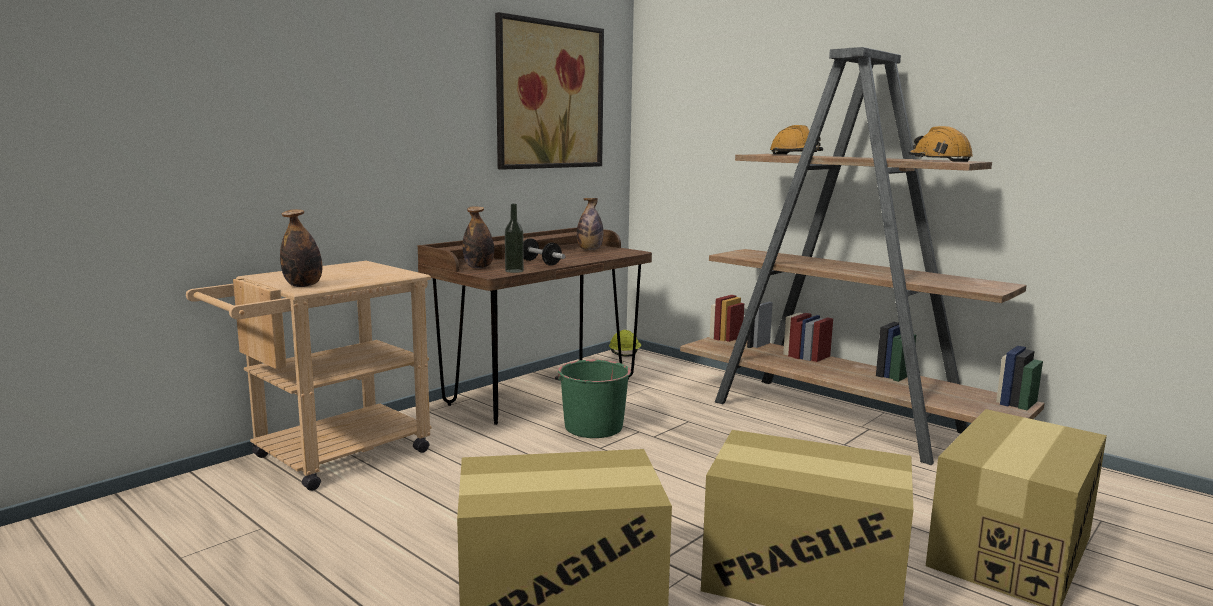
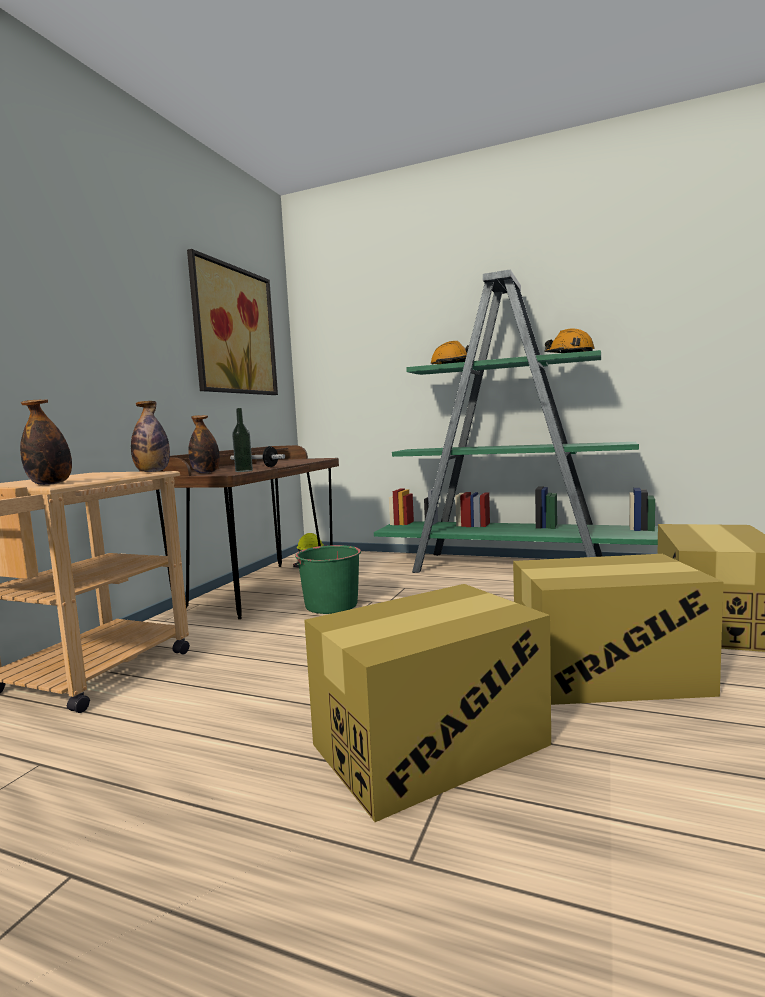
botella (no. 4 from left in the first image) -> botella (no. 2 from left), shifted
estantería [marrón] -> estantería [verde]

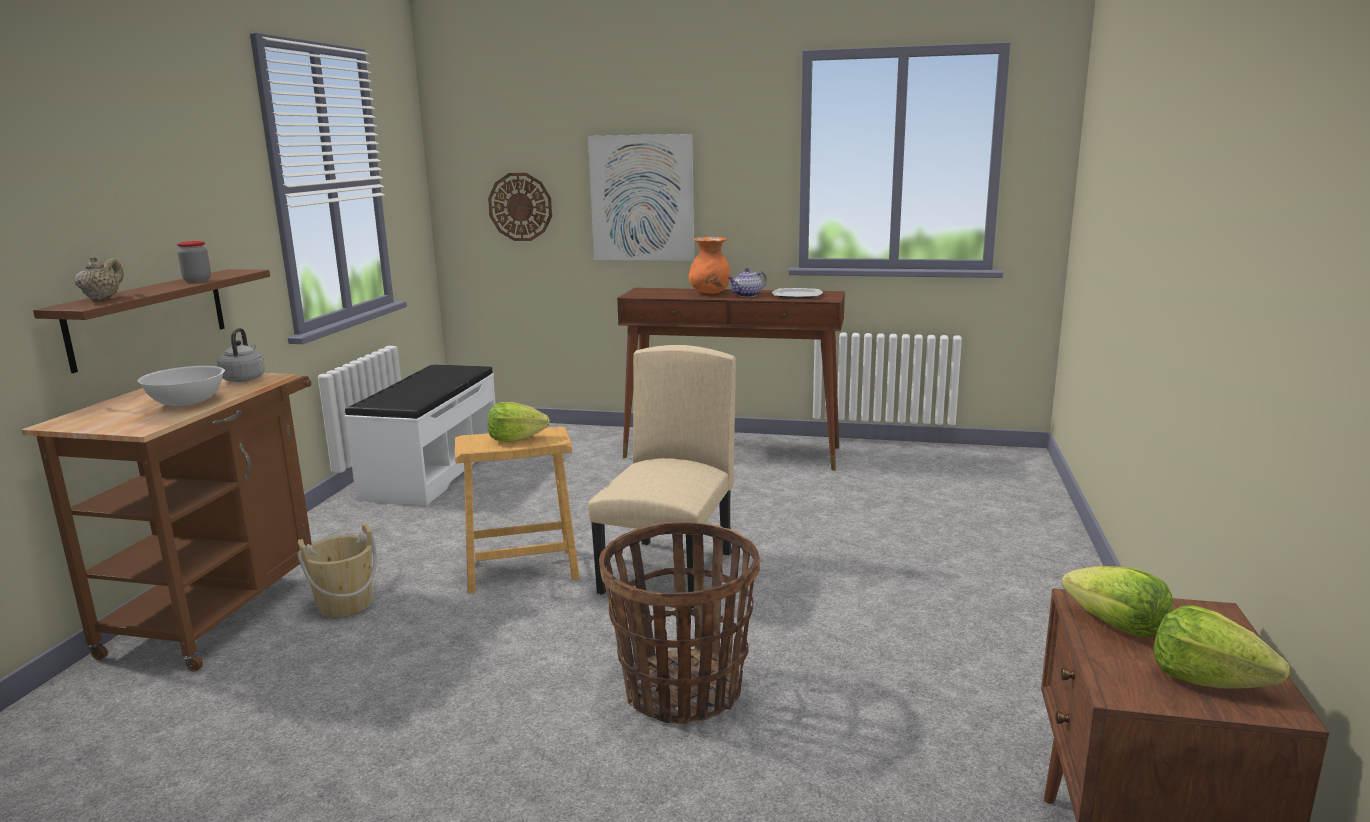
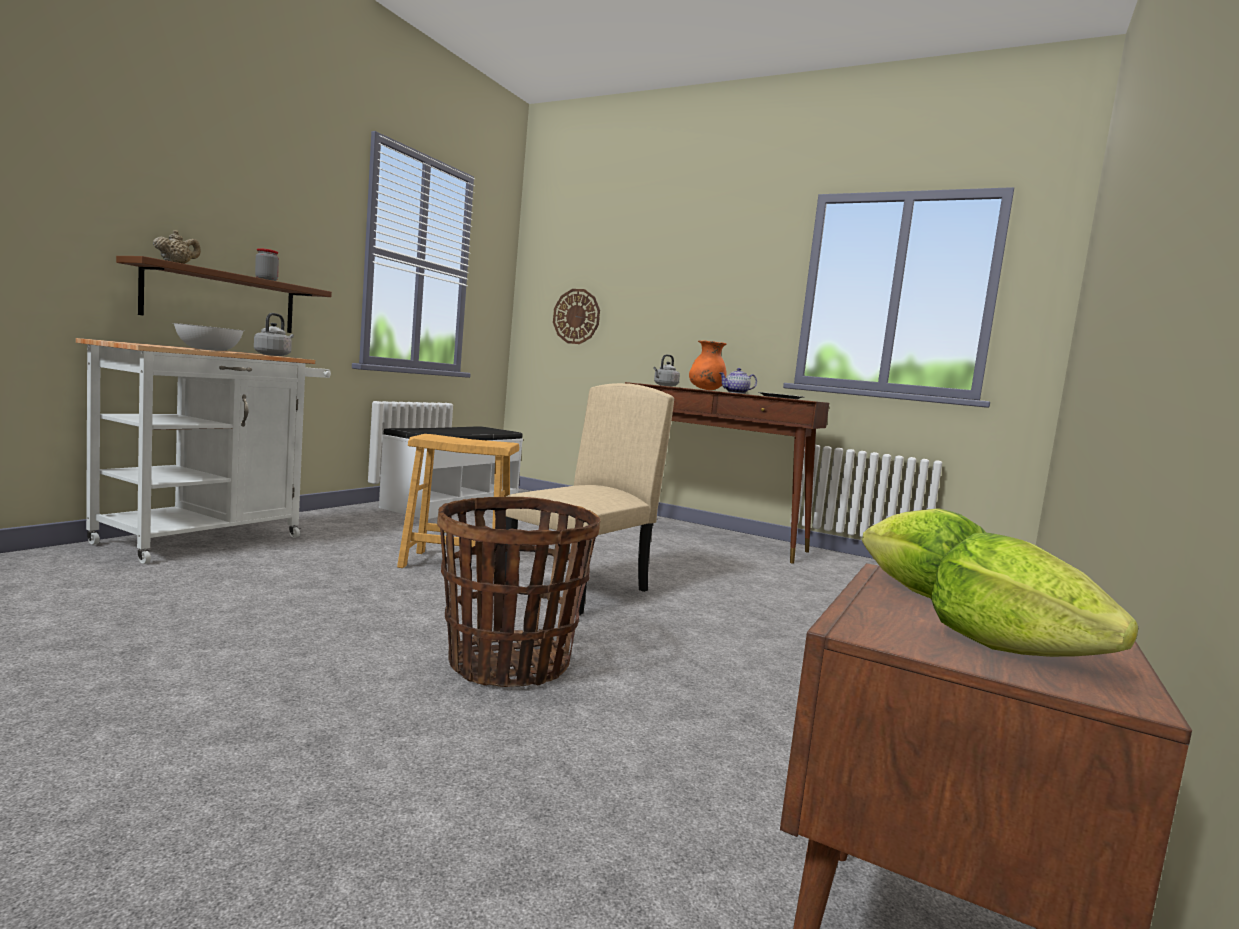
carrito [marrón] -> carrito [blanco]
cubo [beis] -> none
lechuga (no. 1 from left) -> none
cuadro -> none
none -> hervidor [gris] (no. 2 from left)

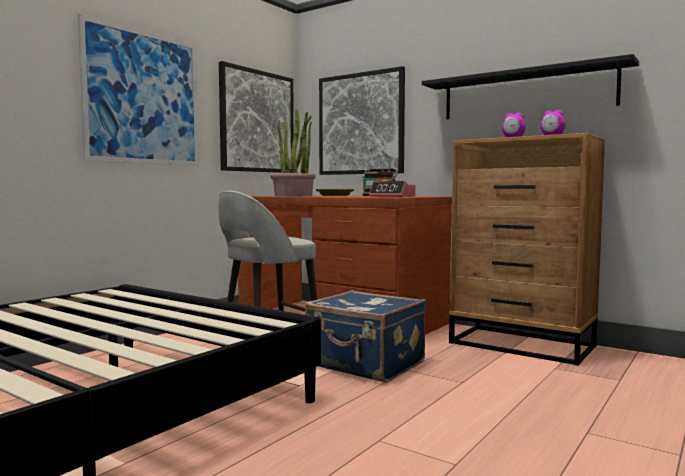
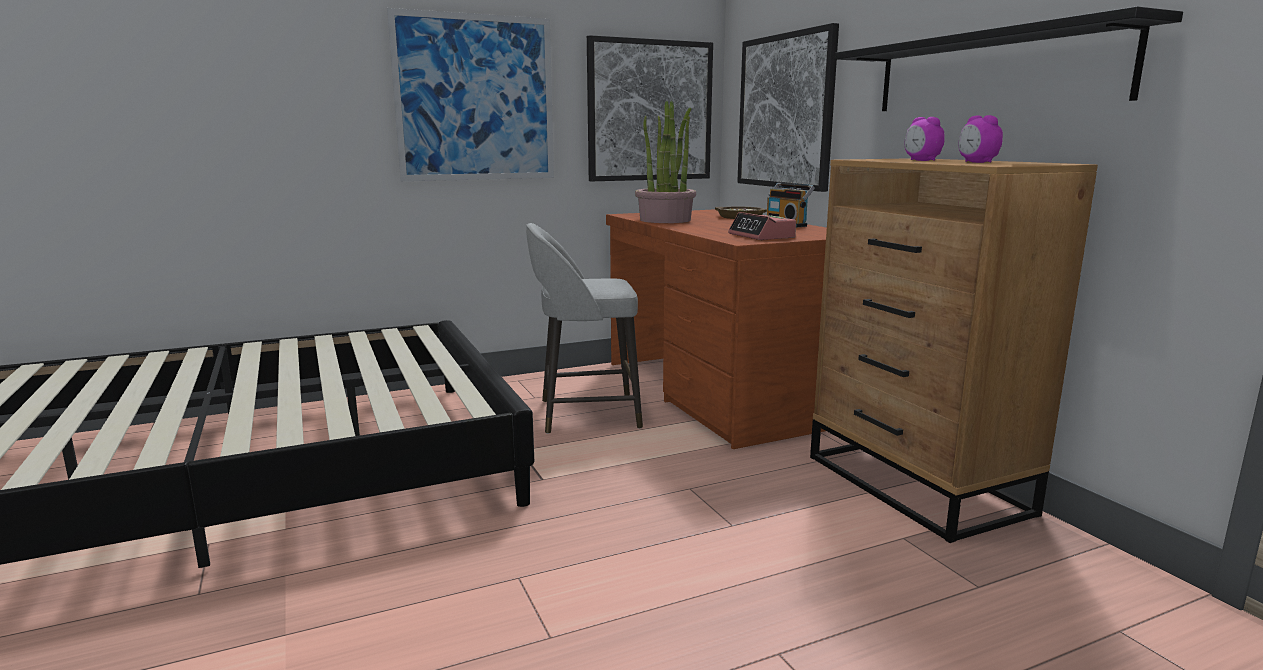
maleta [azul] -> none

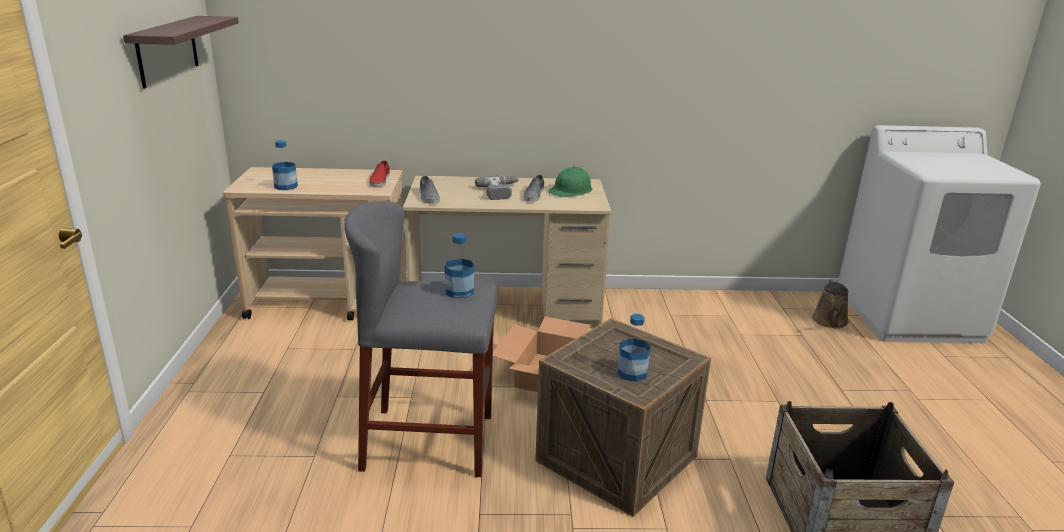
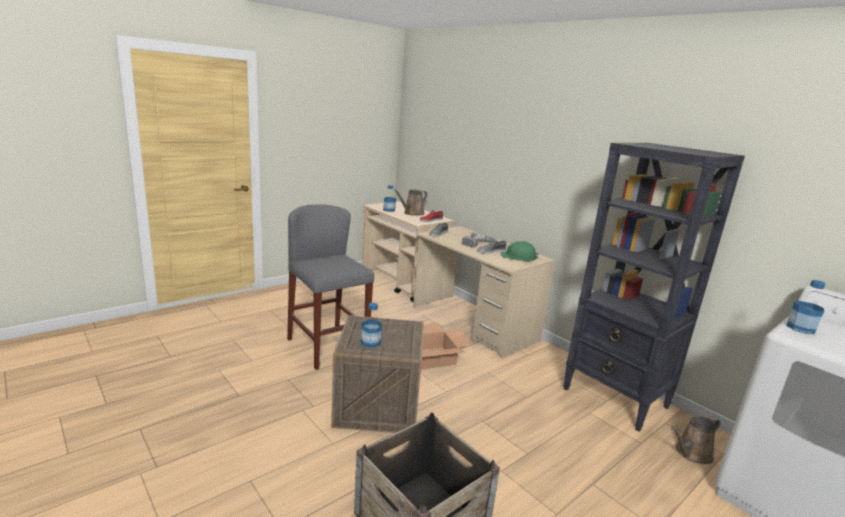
estante -> none
botella (no. 2 from left in the first image) -> botella (no. 3 from left), shifted
none -> regadera [marrón] (no. 1 from left)
none -> estantería [negro]

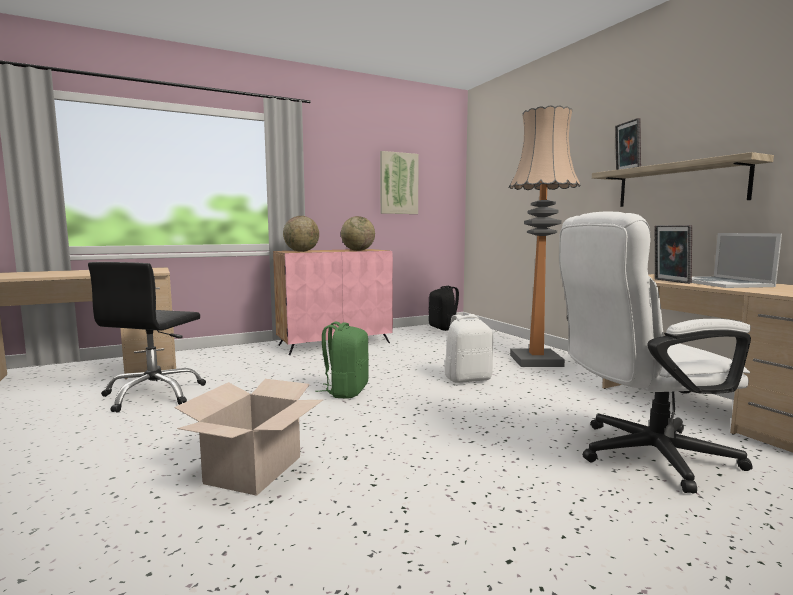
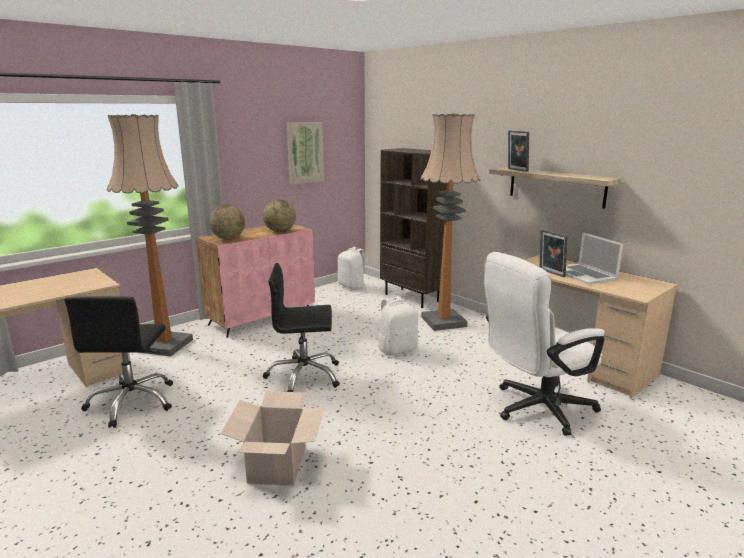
mochila [verde] -> silla de oficina [negro] (no. 2 from left)
mochila [negro] -> mochila [blanco] (no. 1 from left)
none -> lámpara de pie (no. 1 from left)
none -> estantería [marrón]

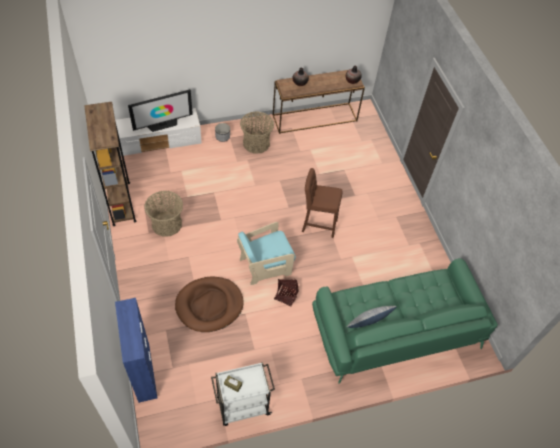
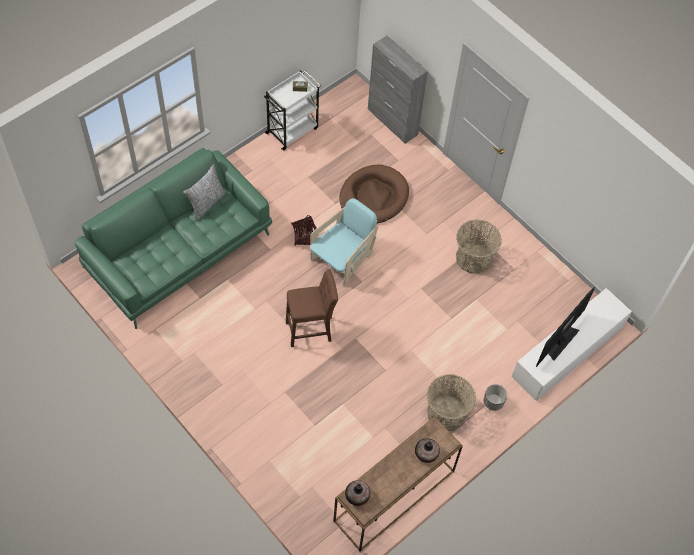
estantería [marrón] -> none
armario [azul] -> armario [gris]

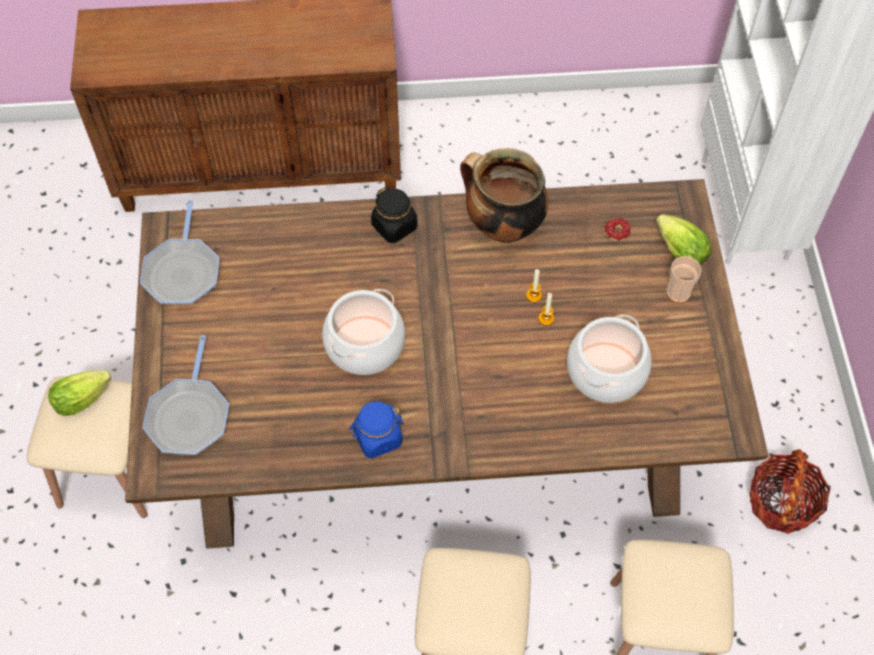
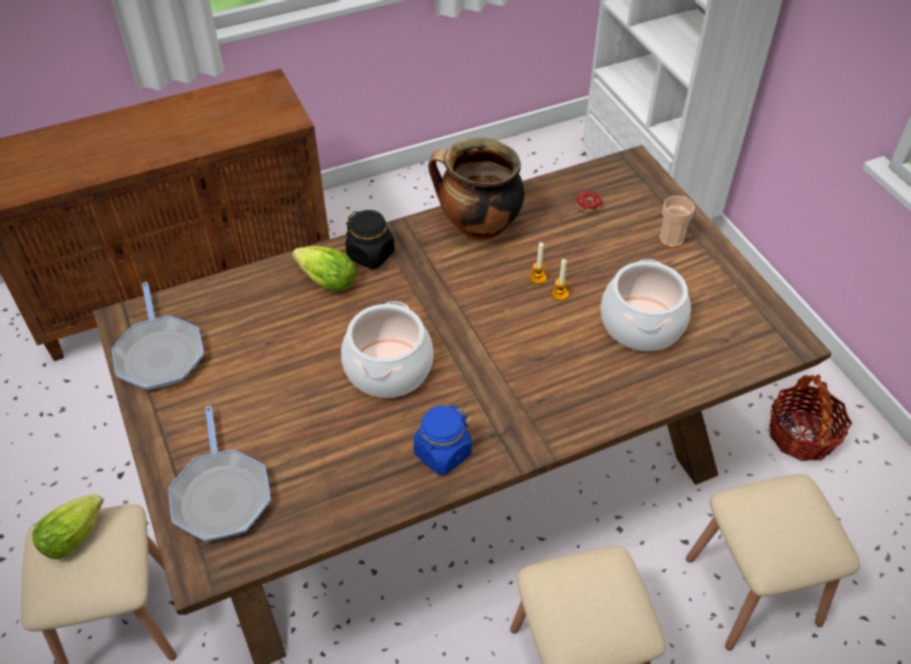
lechuga (no. 2 from left), shifted

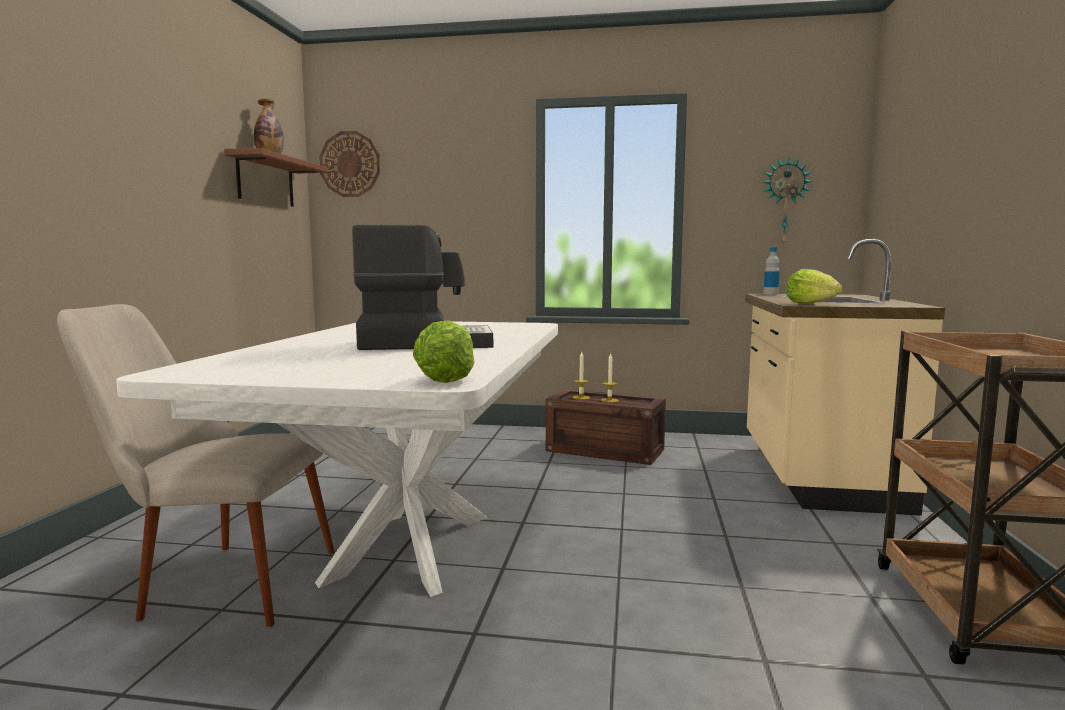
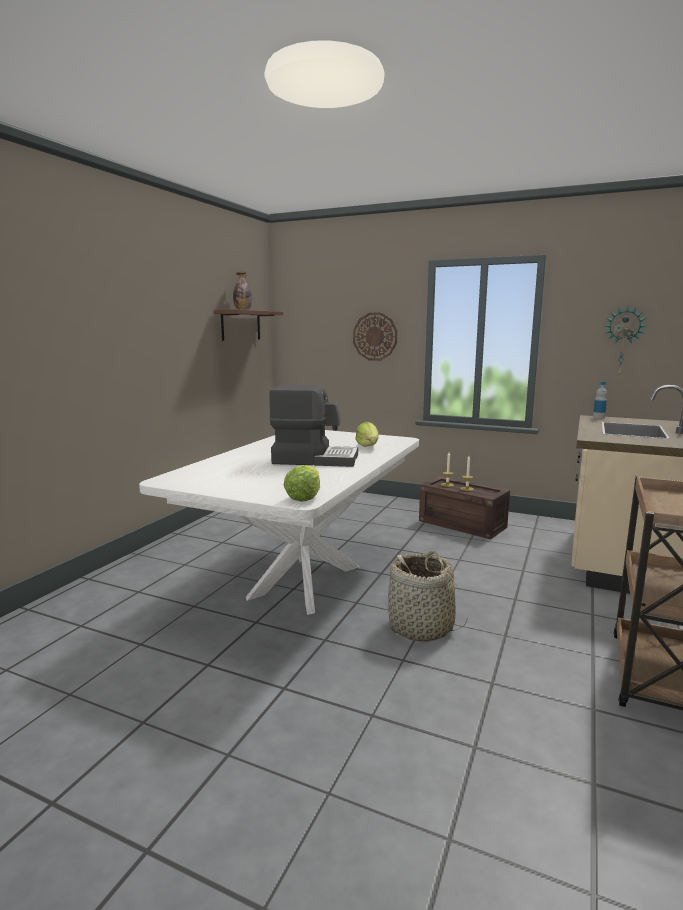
silla [beis] -> none
reloj de pared (no. 1 from left), shifted
lechuga (no. 2 from left), shifted
none -> cesta

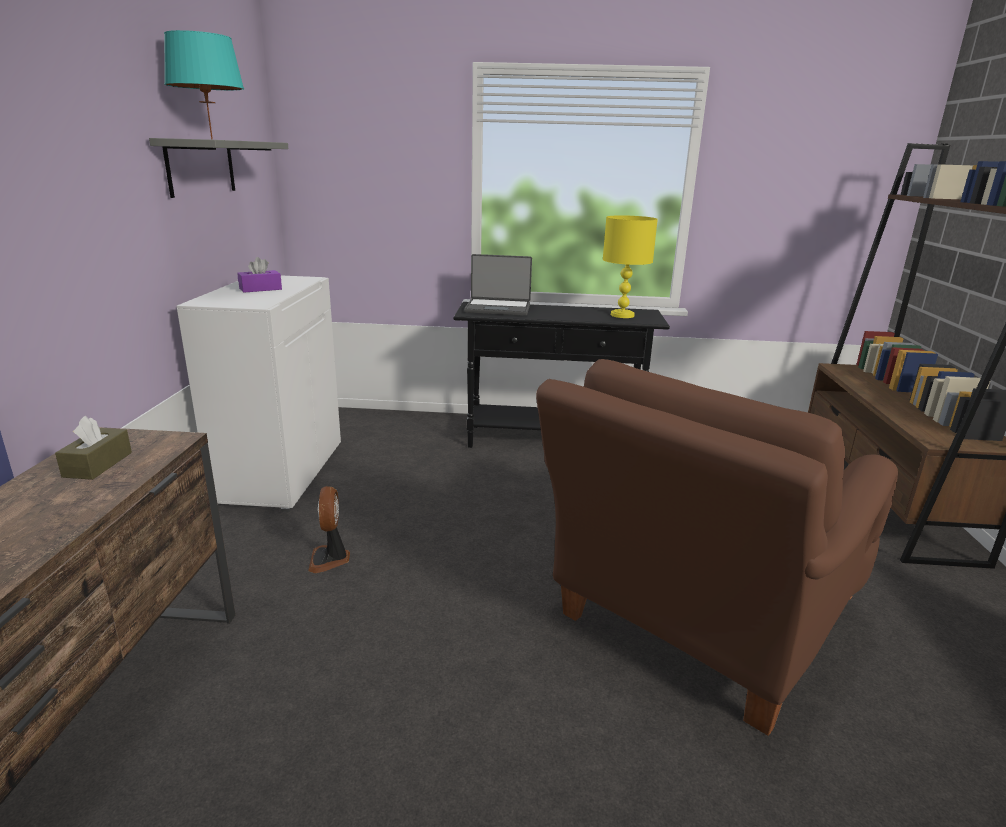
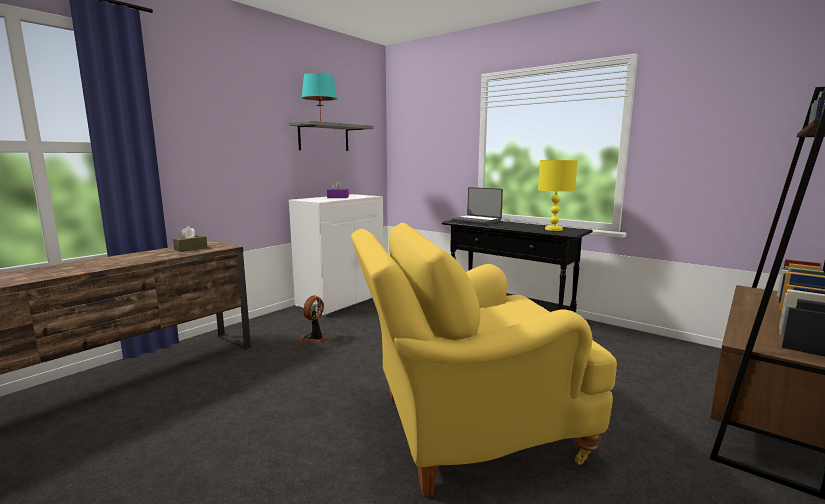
sillón [marrón] -> sillón [amarillo]

